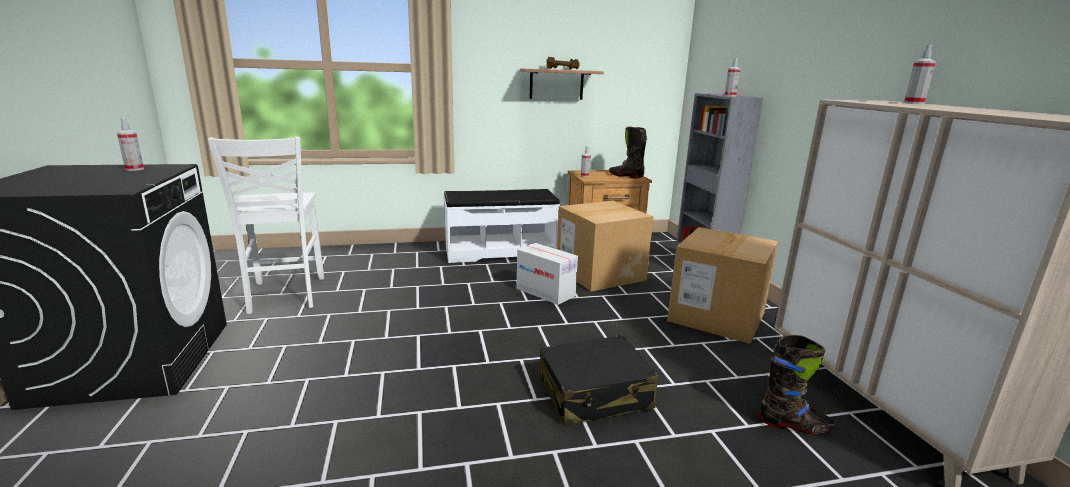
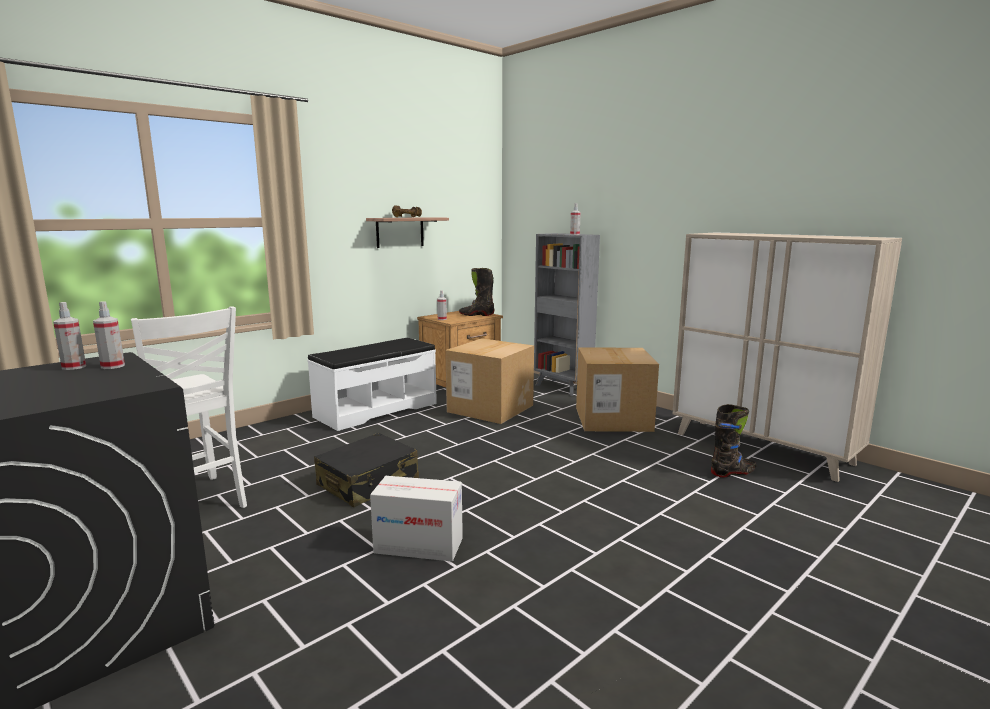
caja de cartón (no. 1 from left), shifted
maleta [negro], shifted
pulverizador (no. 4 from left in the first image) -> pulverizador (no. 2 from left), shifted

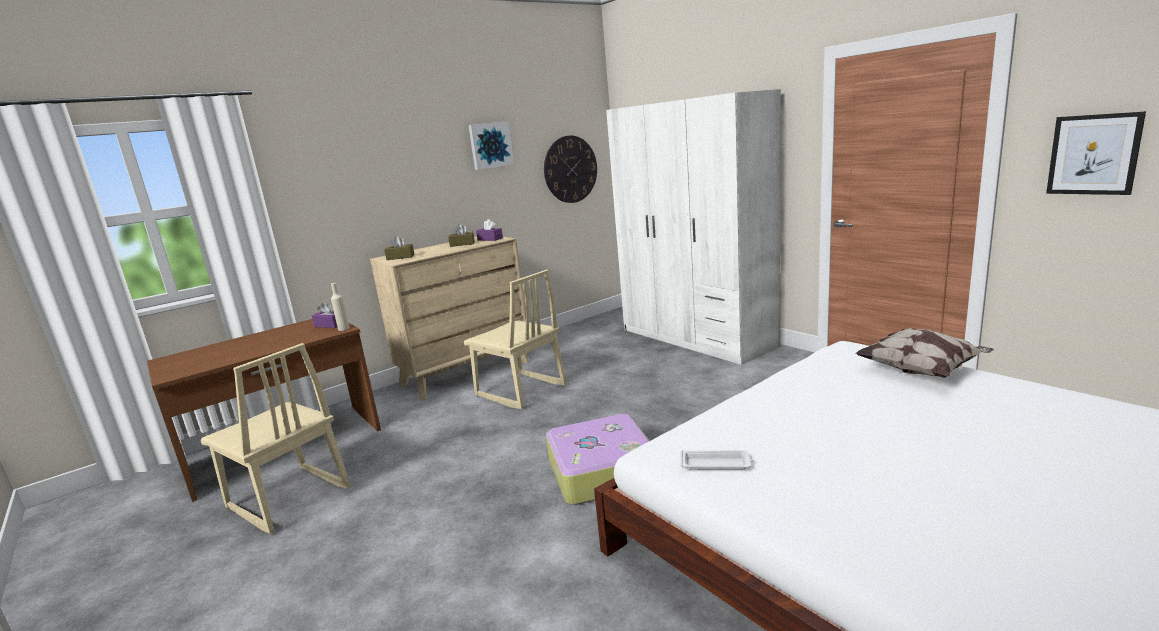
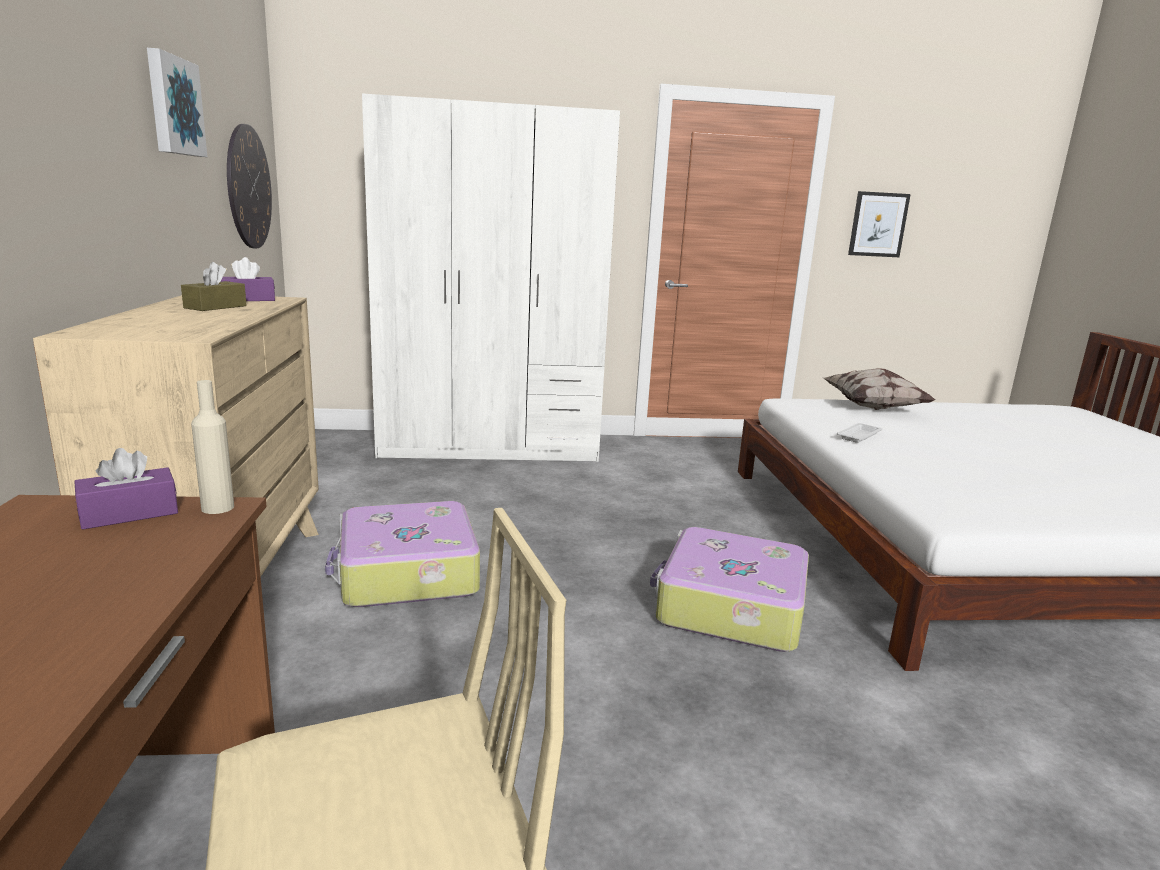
caja de pañuelos [marrón] (no. 1 from left) -> none
silla [beis] (no. 2 from left) -> maleta (no. 1 from left)
bandeja [blanco], shifted

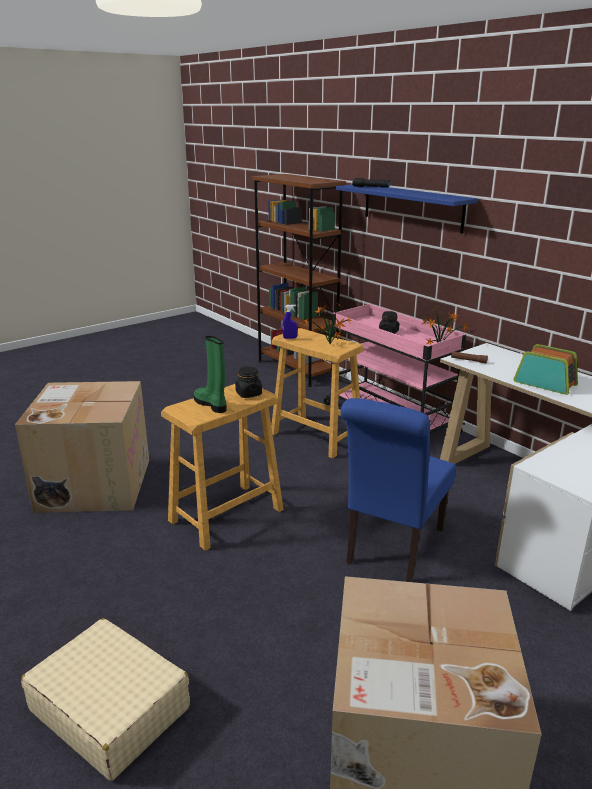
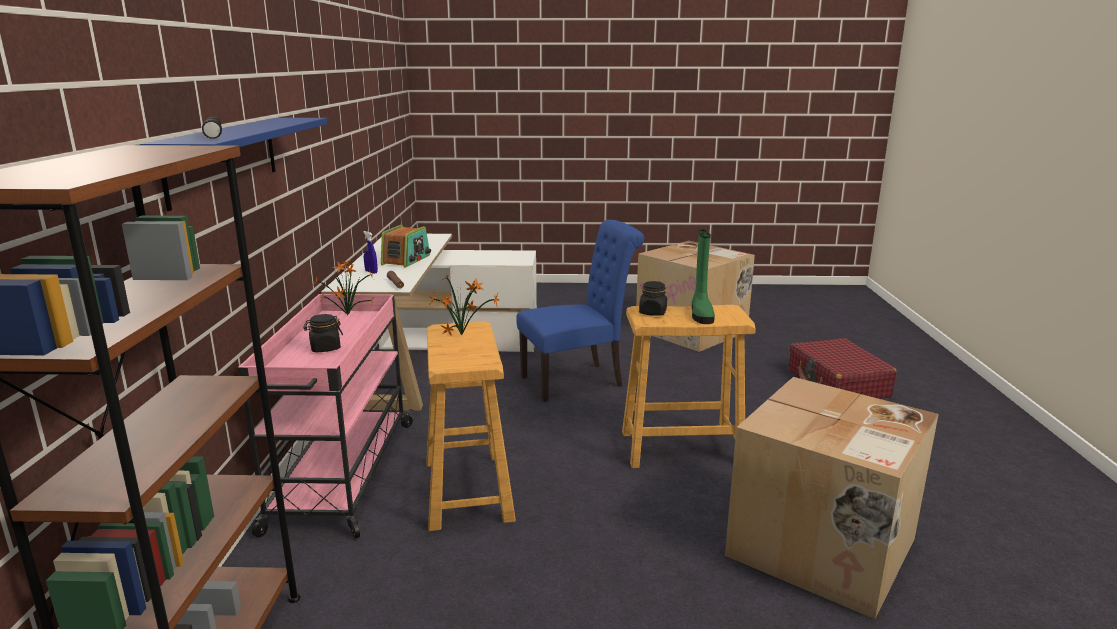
maleta [beis] -> maleta [rojo]
pulverizador [azul], shifted
radio, 150 degrees counterclockwise

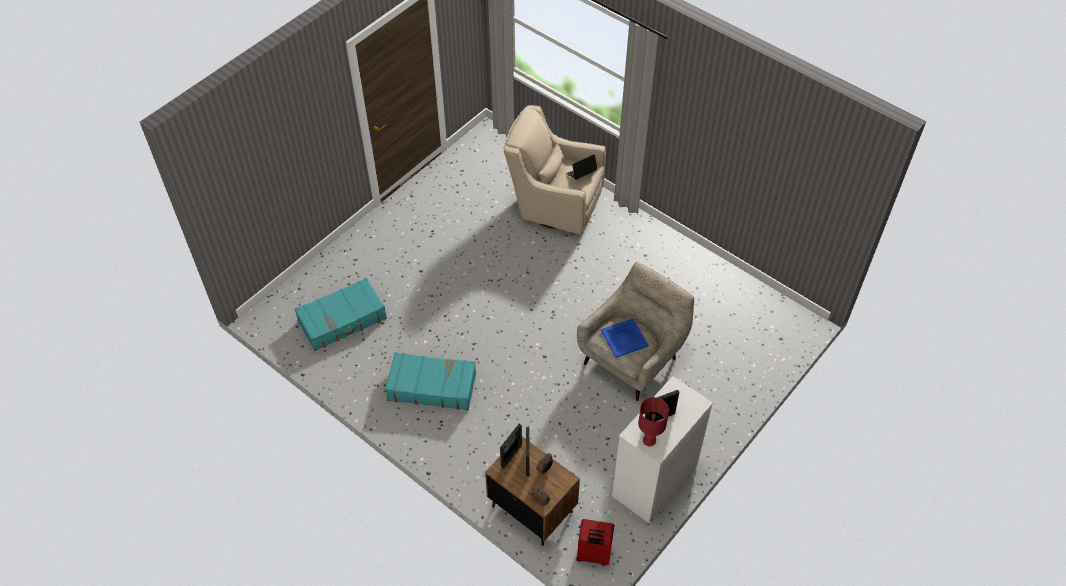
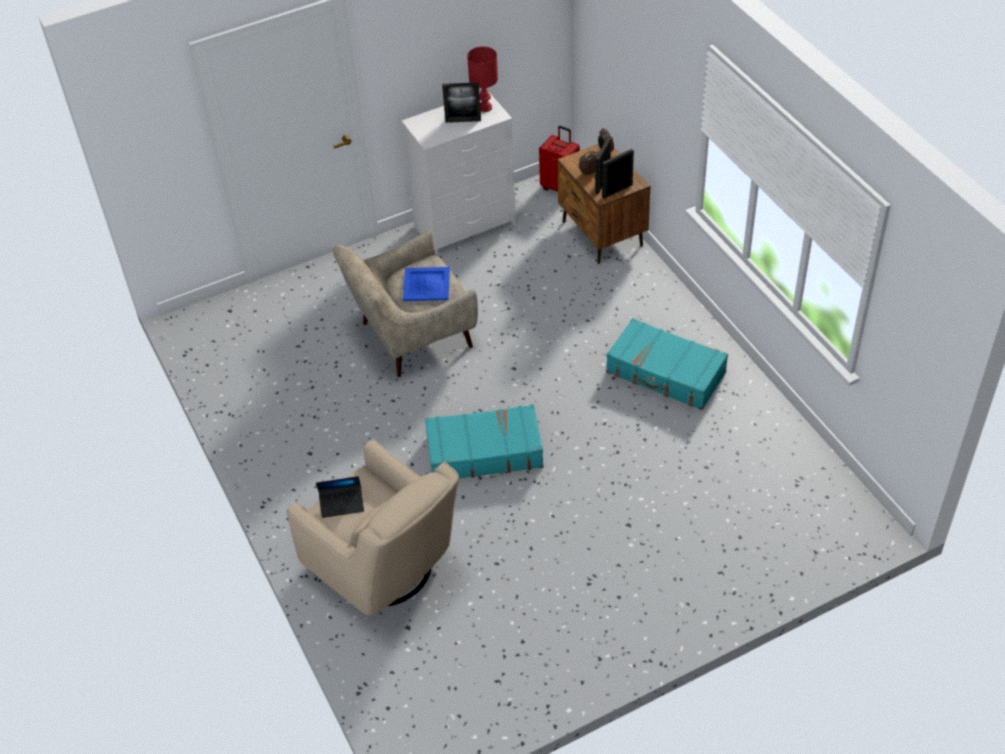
maleta [turquesa] (no. 1 from left), shifted

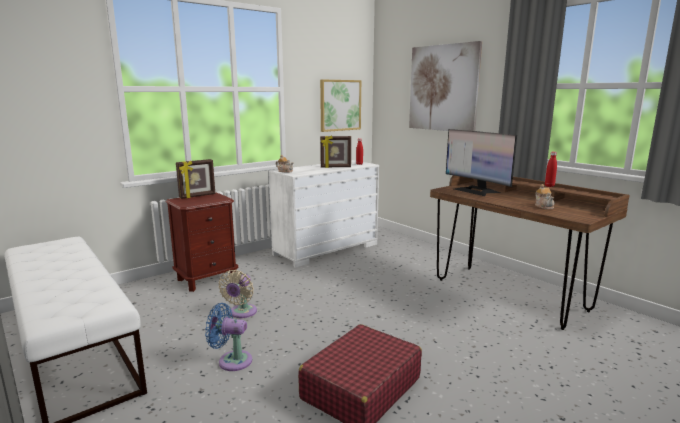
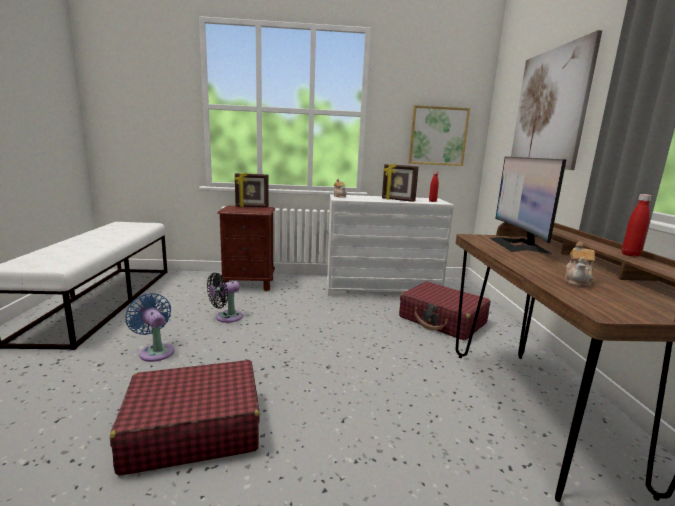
ventilador [beis] -> ventilador [negro]
none -> maleta [rojo] (no. 2 from left)

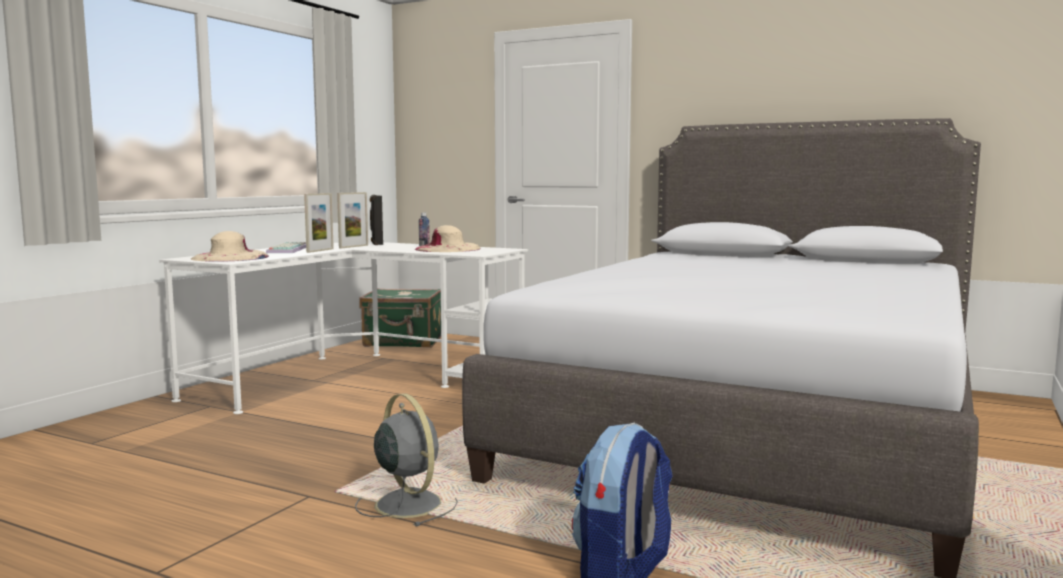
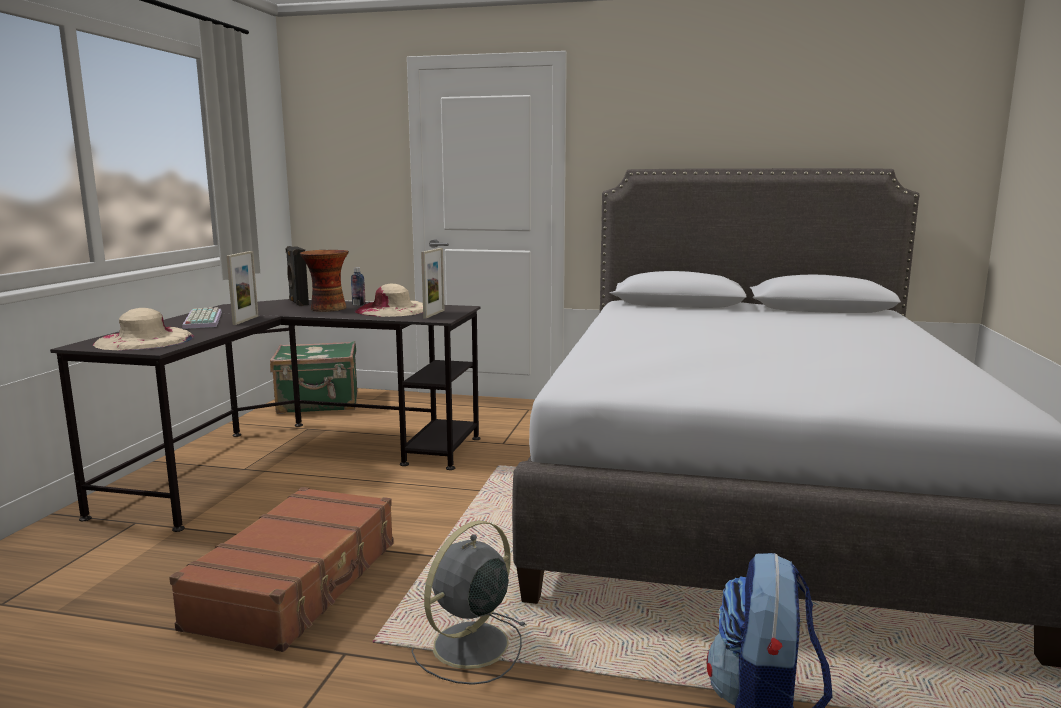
escritorio [blanco] -> escritorio [negro]
portarretratos (no. 2 from left), shifted
ventilador [gris], 90 degrees counterclockwise
none -> maleta [marrón]
none -> florero

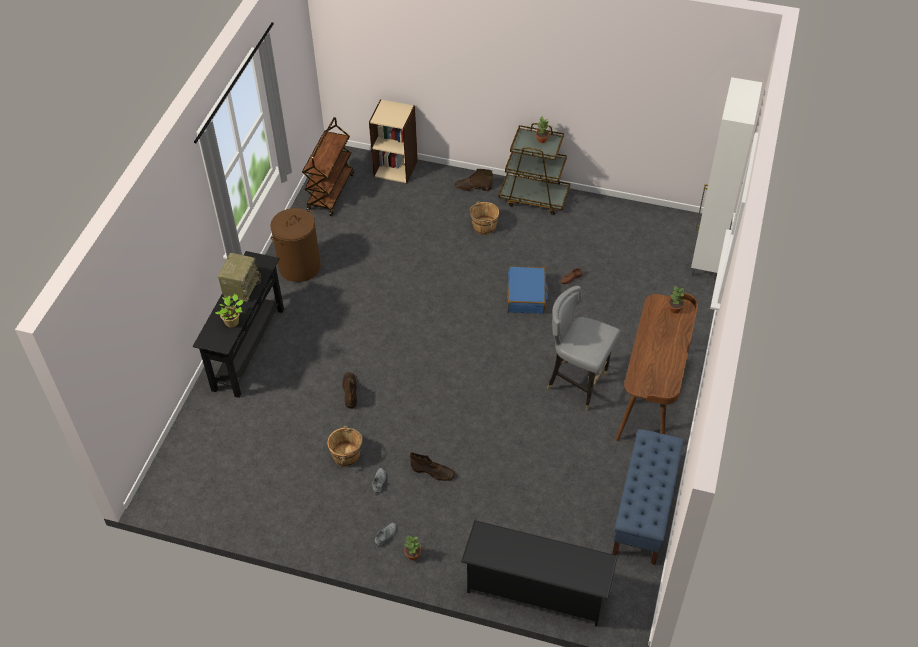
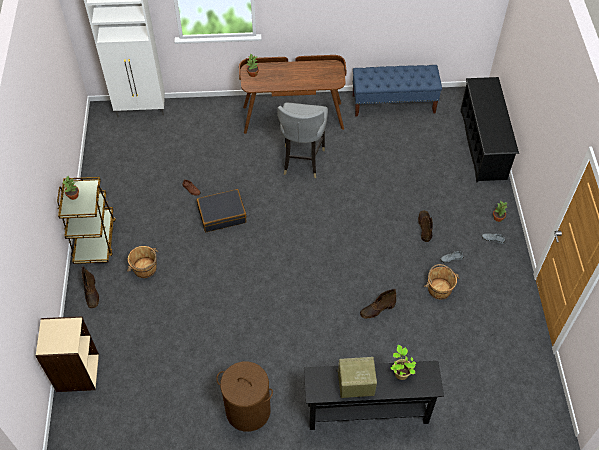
carrito [marrón] (no. 1 from left) -> none
maleta [azul] -> maleta [negro]

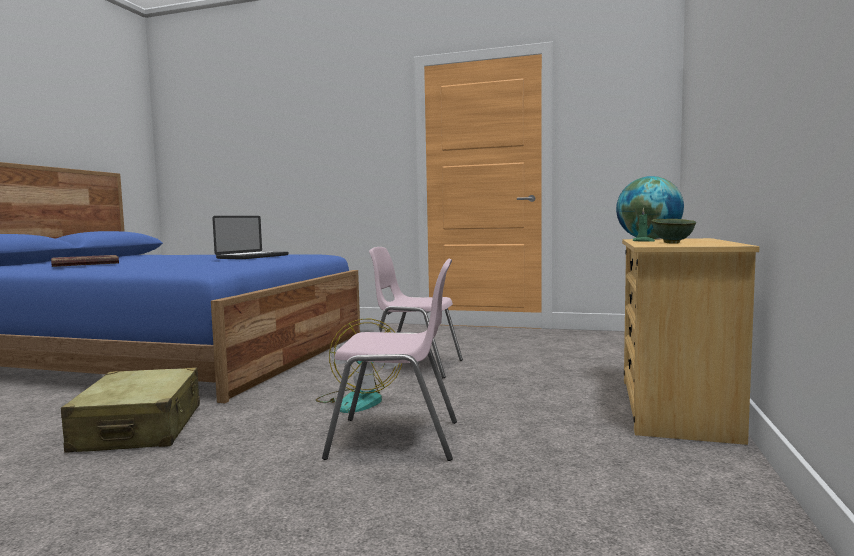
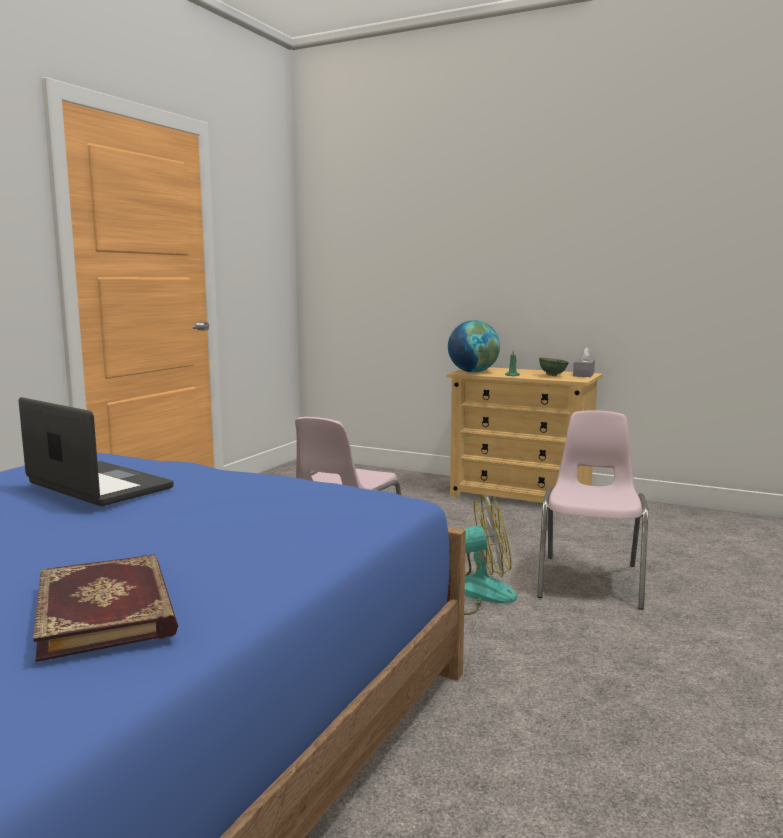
maleta [beis] -> none
none -> caja de pañuelos [gris]

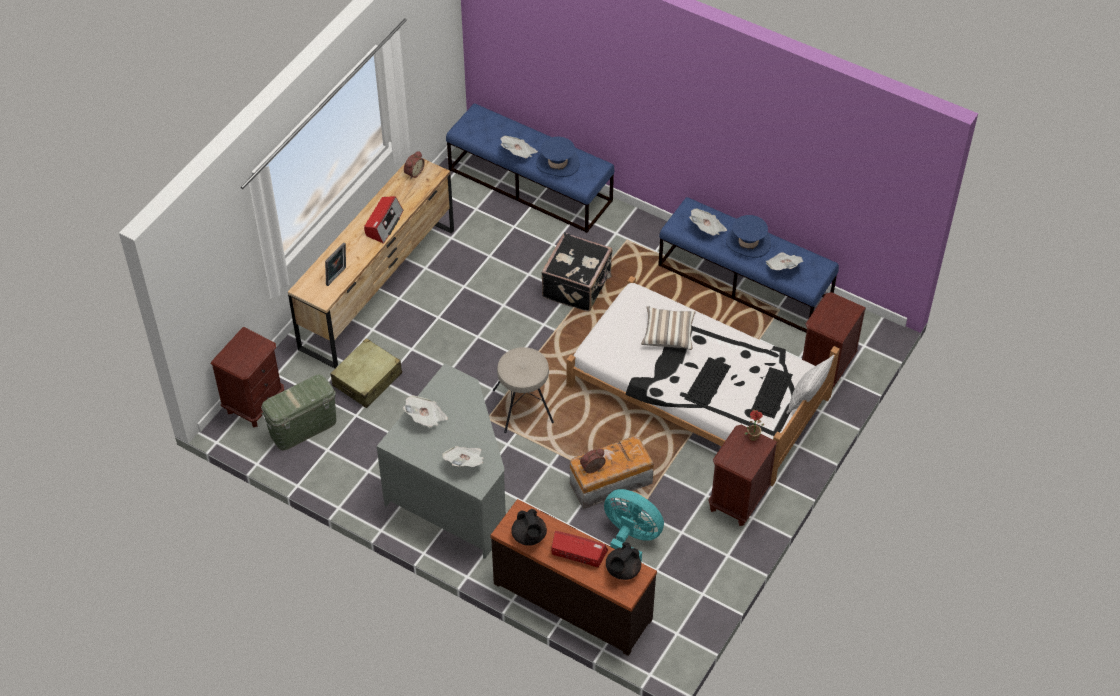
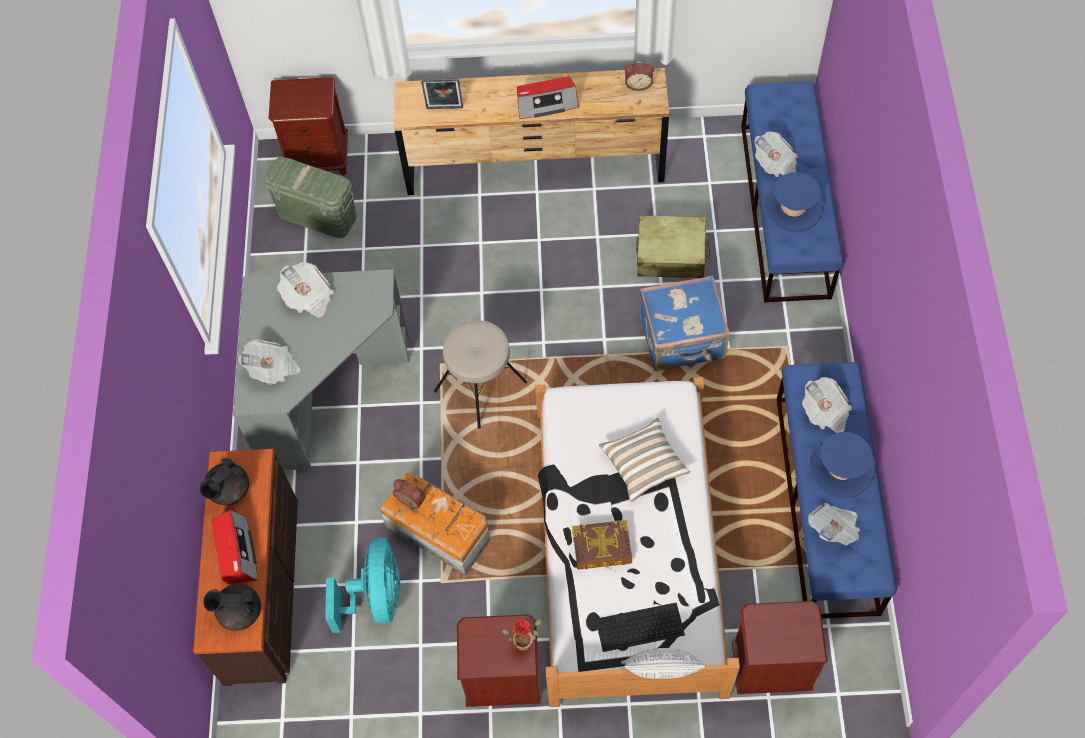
maleta [beis], shifted
maleta [negro] -> maleta [azul]
teclado (no. 1 from left) -> libro

